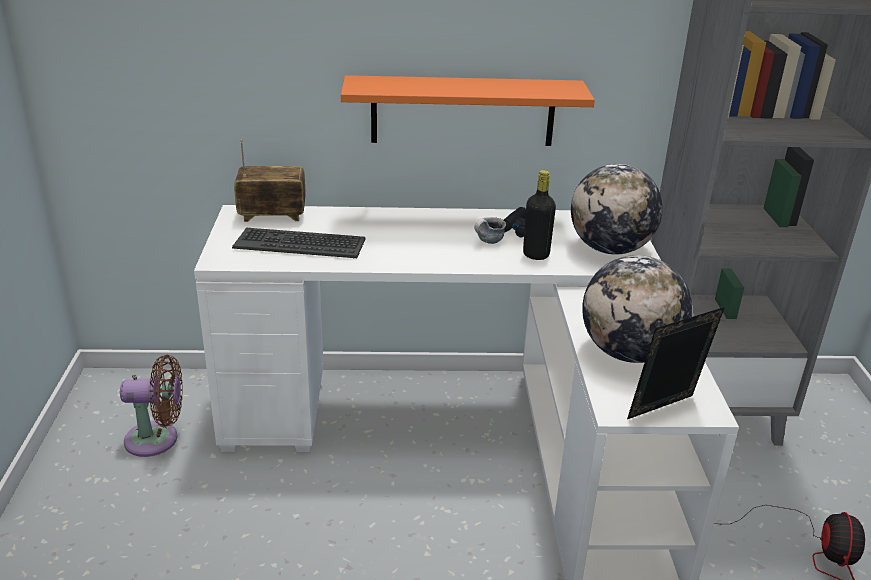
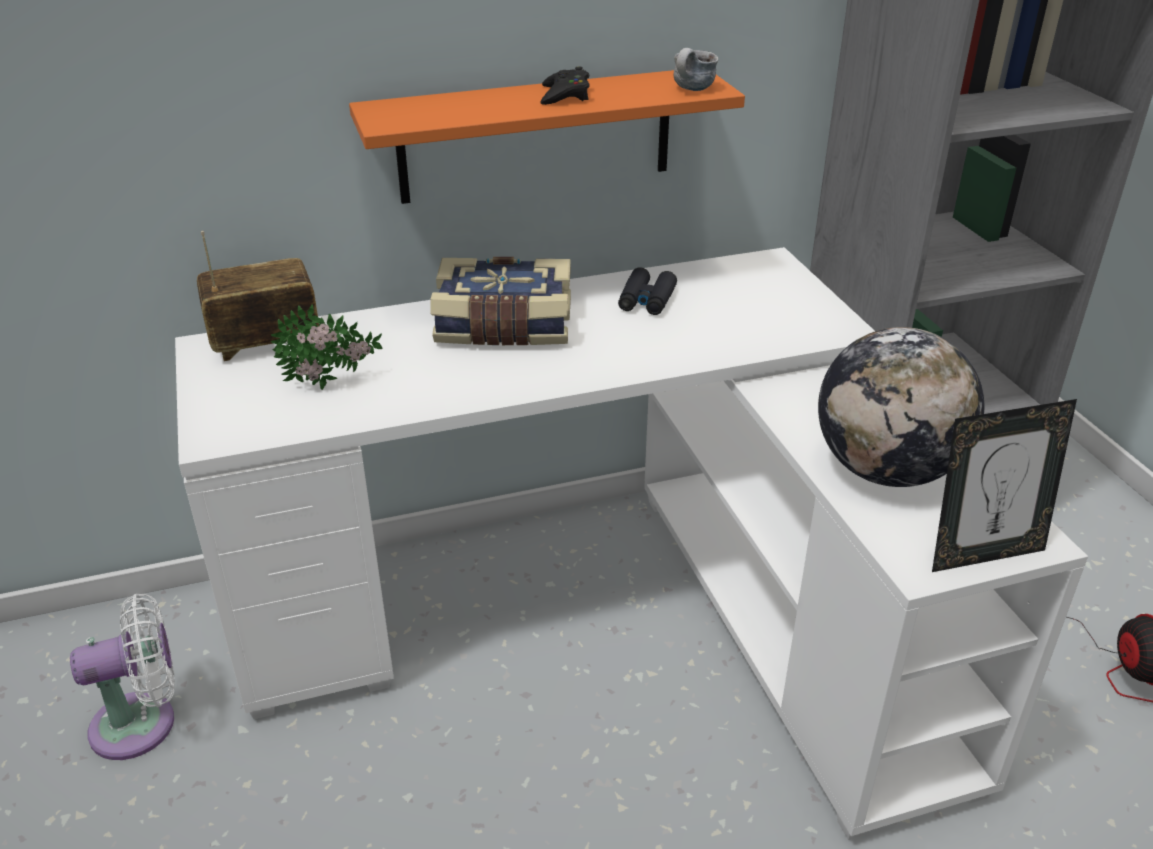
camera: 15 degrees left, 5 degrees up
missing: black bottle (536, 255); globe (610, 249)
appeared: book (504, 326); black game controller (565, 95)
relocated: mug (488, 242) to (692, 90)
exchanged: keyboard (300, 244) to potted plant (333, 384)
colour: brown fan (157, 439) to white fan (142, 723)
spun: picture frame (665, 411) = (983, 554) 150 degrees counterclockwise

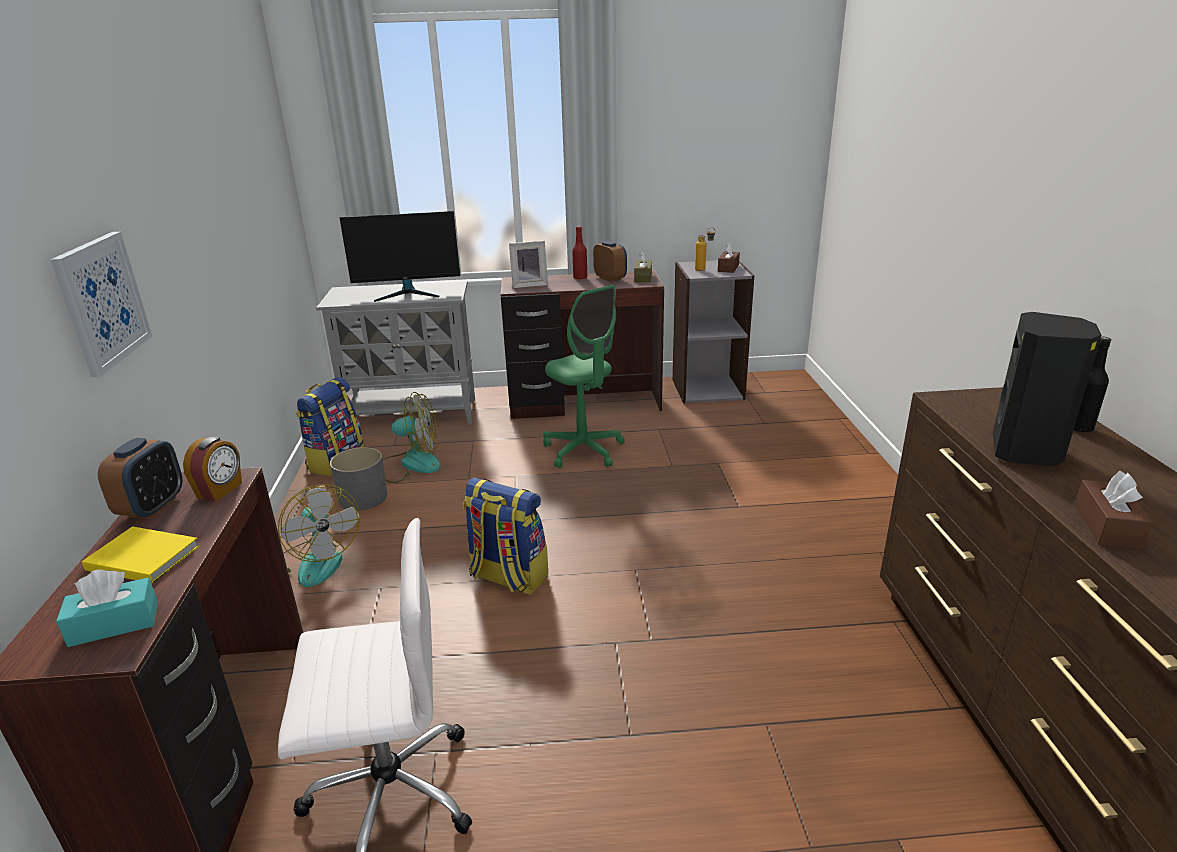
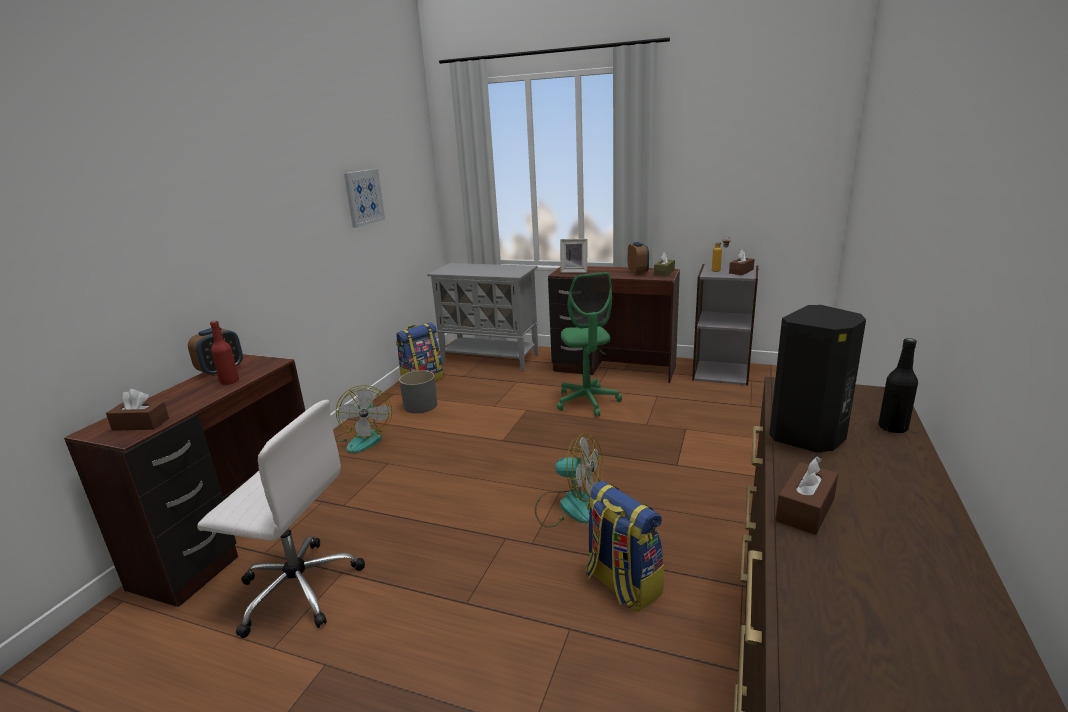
camera: 25 degrees right, 5 degrees down
missing: yellow book (142, 557); alarm clock (220, 490); monitor (408, 293)
relocated: picture (102, 302) to (364, 197); fan (410, 464) to (569, 506); backpack (507, 577) to (621, 585); red bottle (580, 278) to (229, 382)
colour: turquoise tissue box (114, 624) to brown tissue box (141, 424)

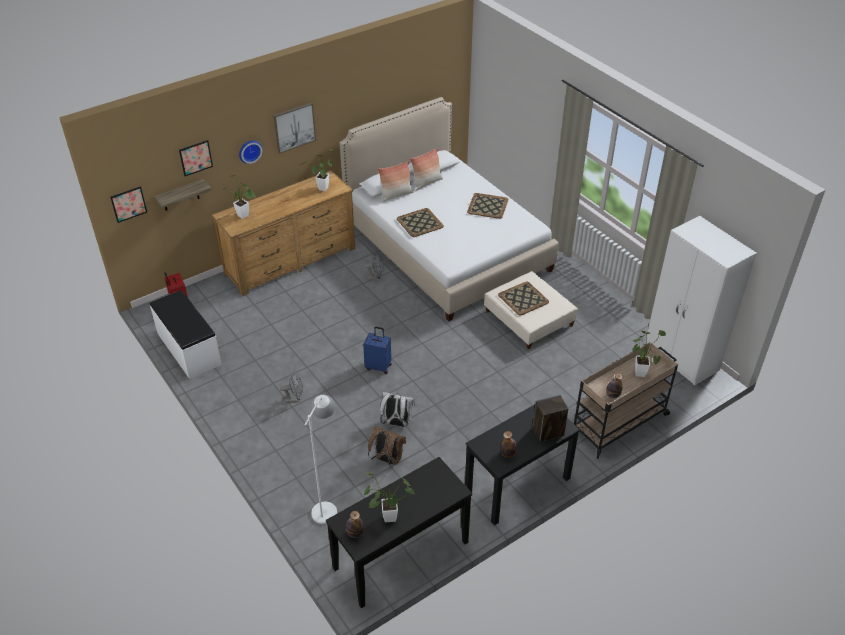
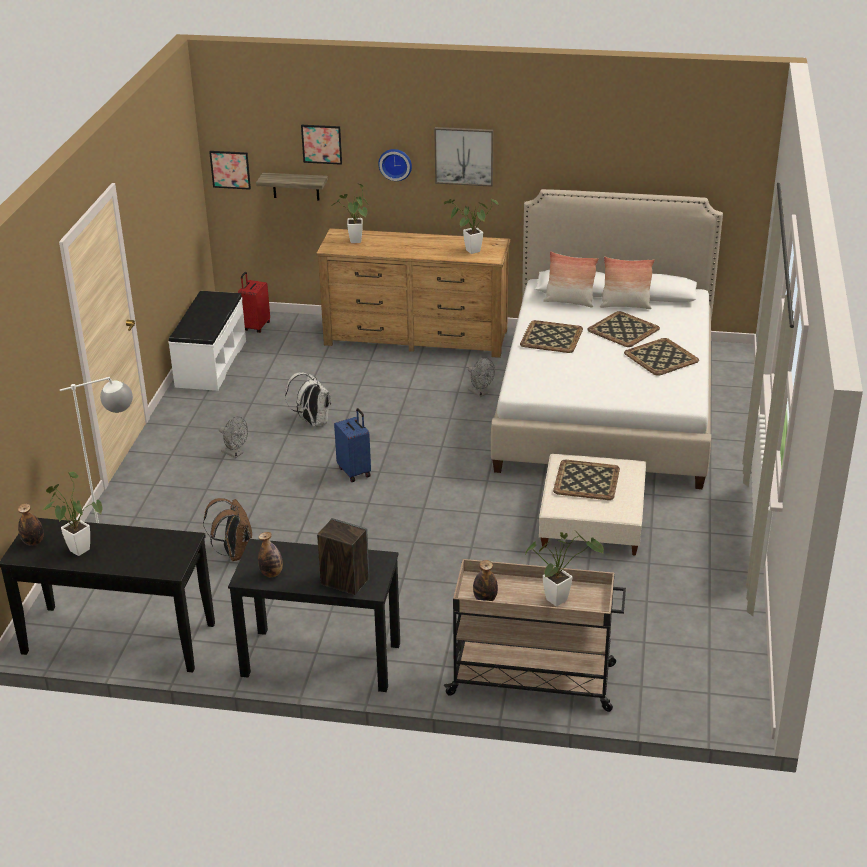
camera: 45 degrees right, 10 degrees down
missing: white wardrobe (681, 359)
appeared: tray (623, 329)
relocated: white backpack (397, 423) to (312, 422)

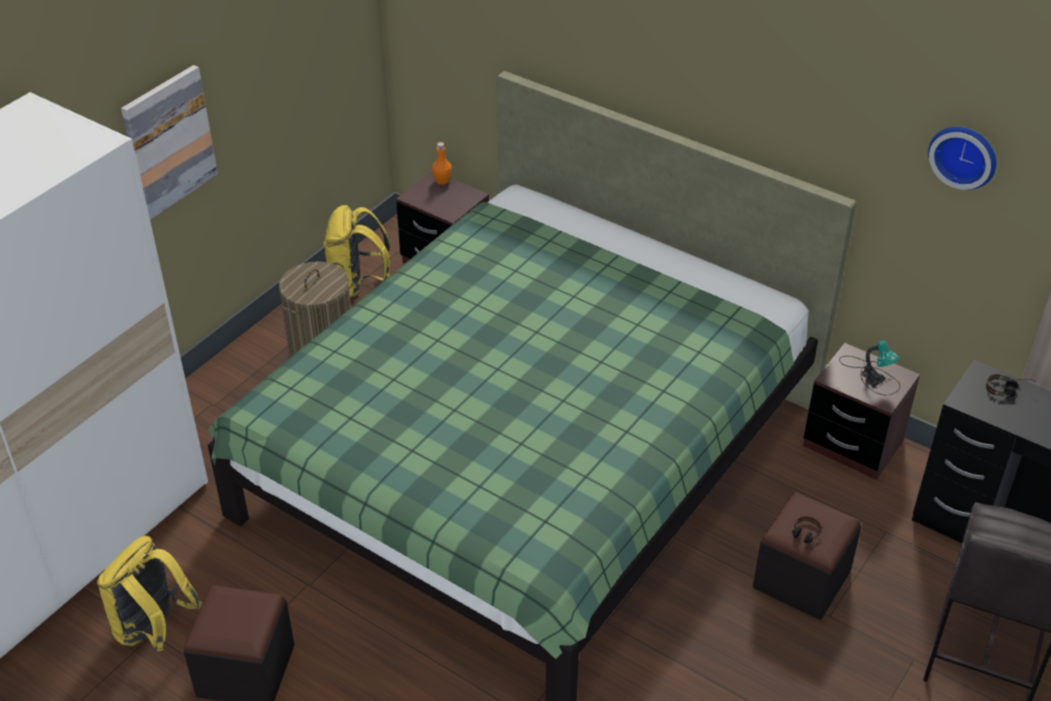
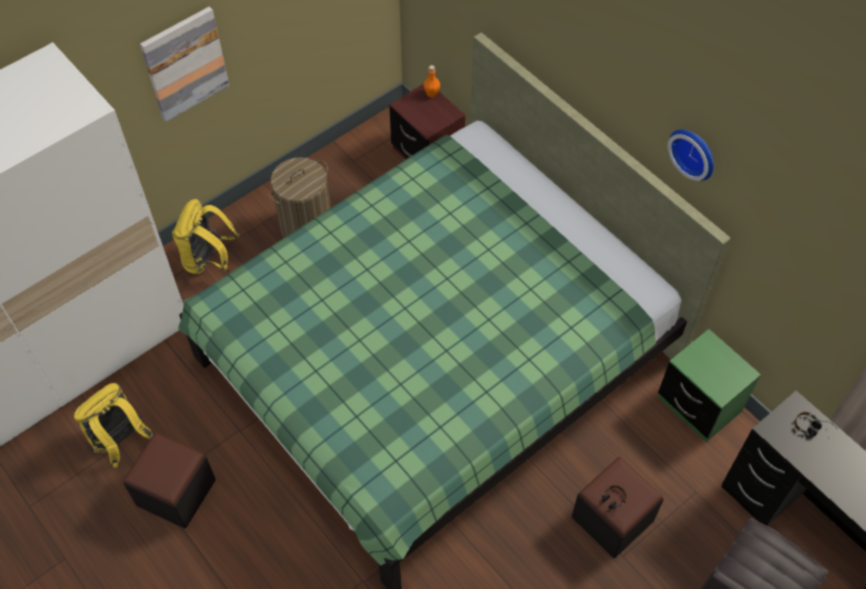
camera: 15 degrees right, 15 degrees up
missing: table lamp (871, 375)
relocated: yellow backpack (358, 285) to (208, 260); wall clock (964, 155) to (694, 152)
colour: brown nightstand (852, 444) to green nightstand (698, 404)

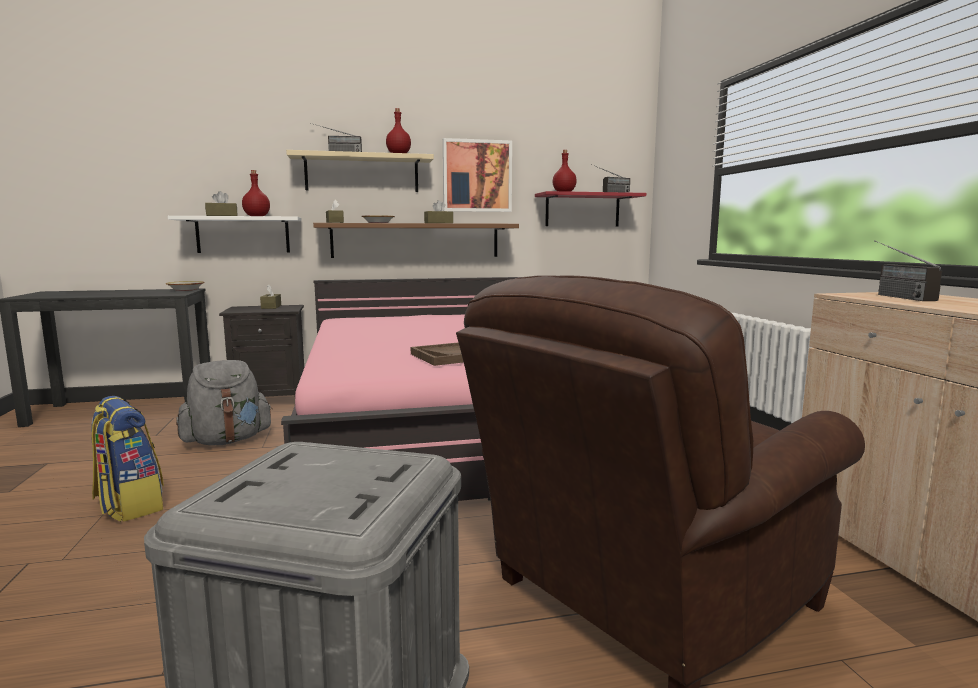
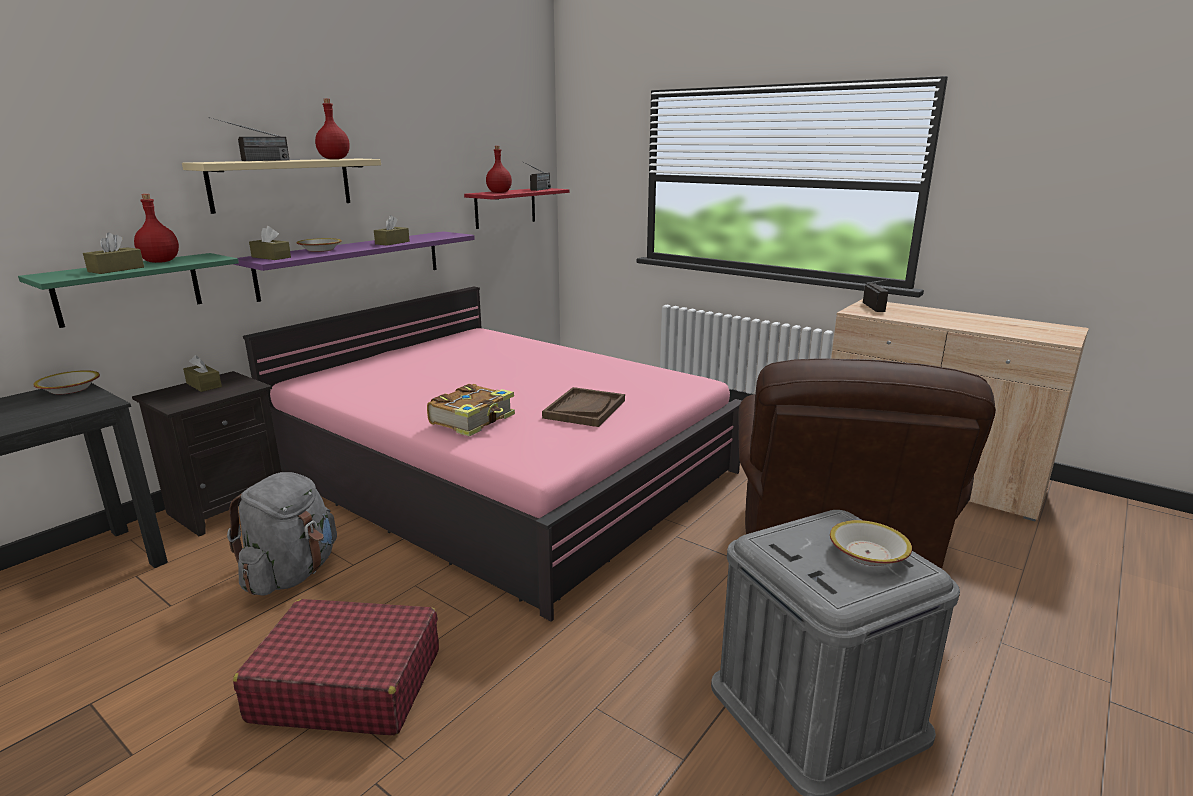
camera: 40 degrees left, 10 degrees up
missing: picture (477, 176)
appeared: book (473, 420); bowl (867, 553)
exchanged: backpack (129, 505) to red suitcase (347, 684)
colour: white shelf (243, 235) to green shelf (129, 289); brown shelf (416, 240) to purple shelf (353, 263)
spun: radio (892, 296) = (878, 309) 135 degrees counterclockwise

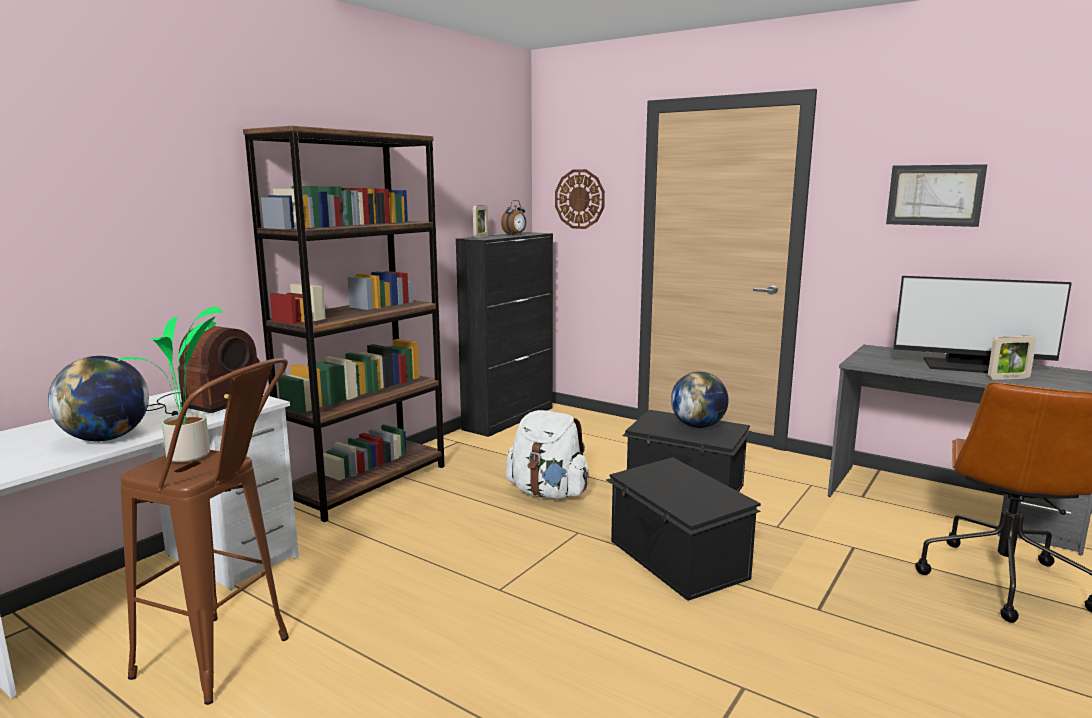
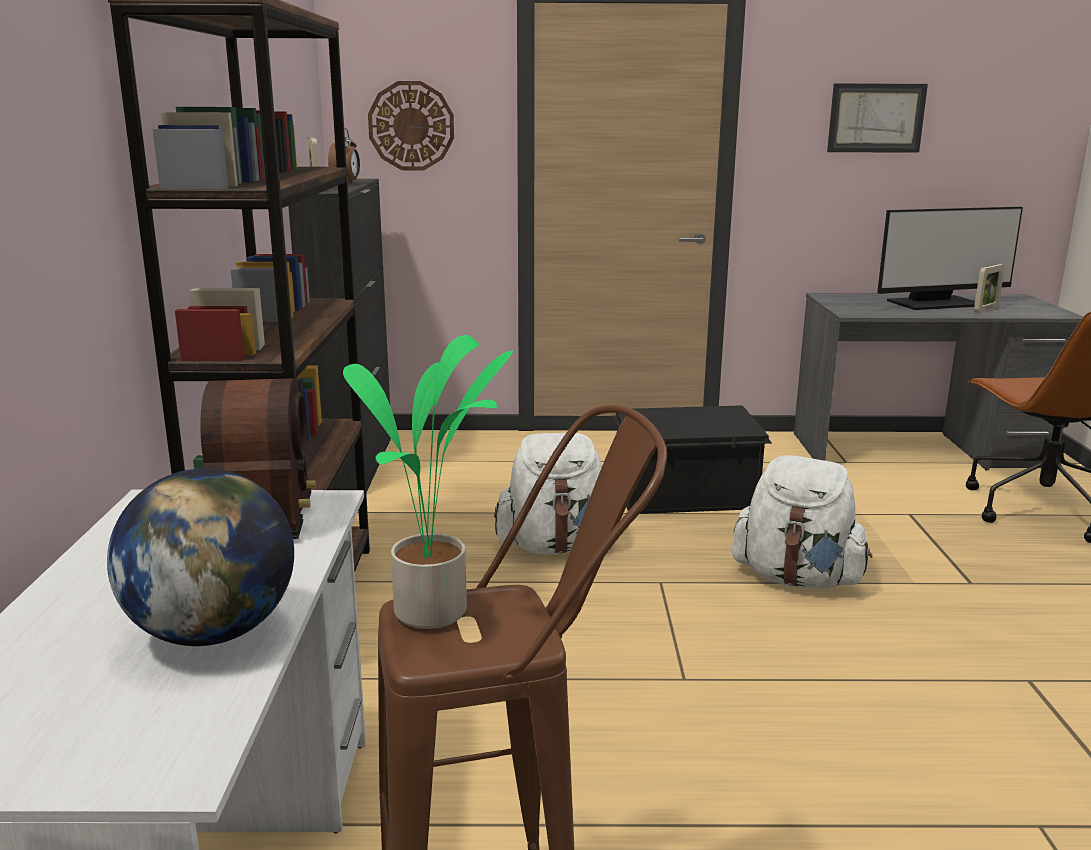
camera: 35 degrees left, 5 degrees up
missing: globe (698, 426)
exchanged: black storage box (676, 560) to white backpack (797, 578)

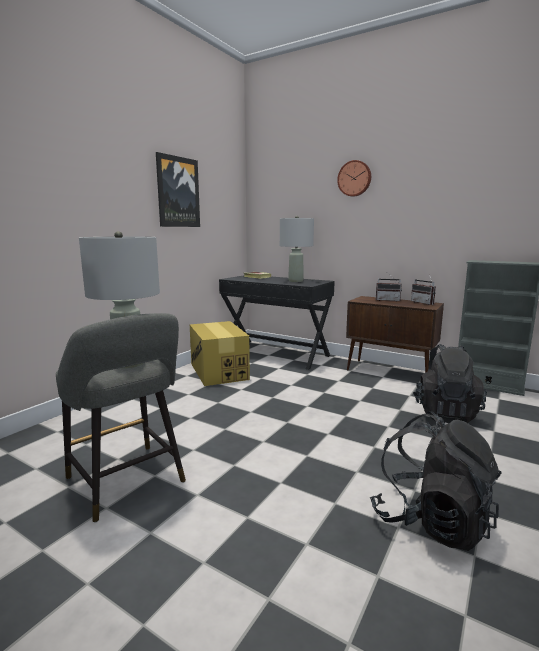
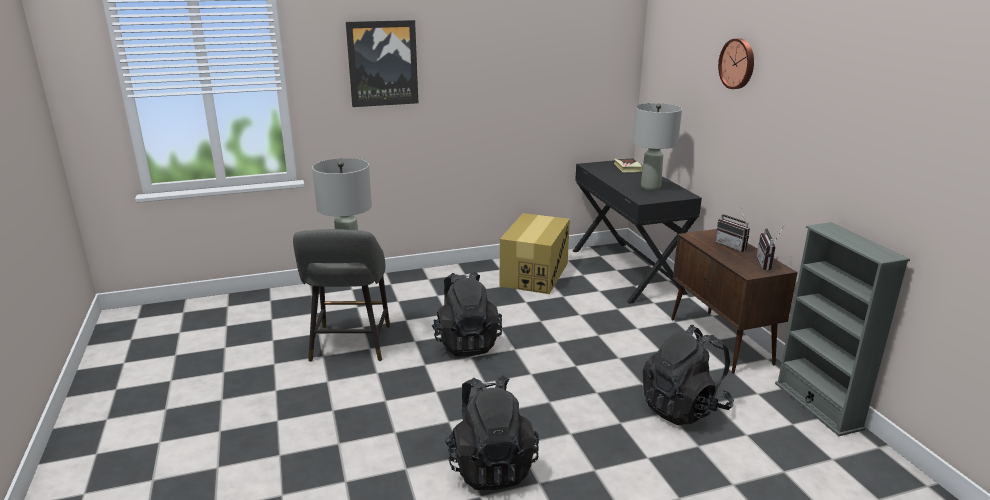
camera: 40 degrees right, 10 degrees up
appeared: black backpack (466, 343)
relocated: picture (178, 192) to (382, 63)

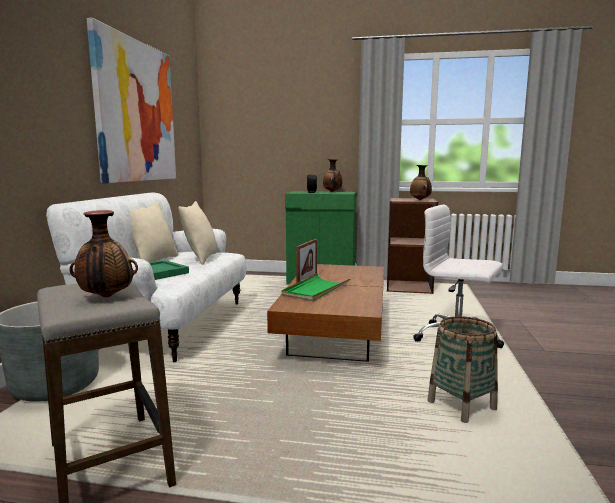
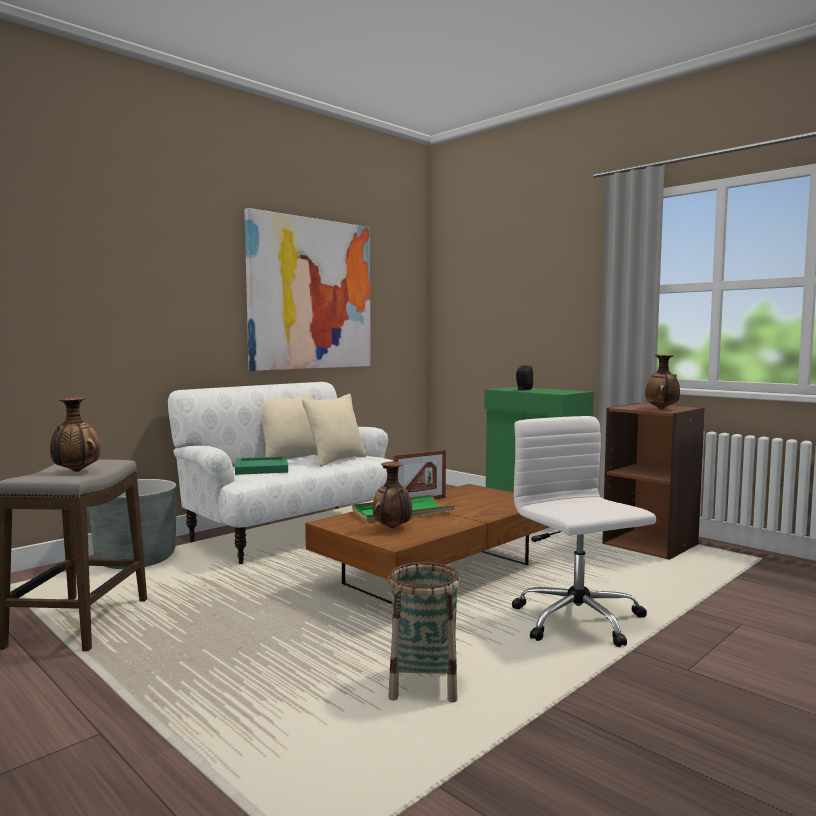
camera: 35 degrees right, 5 degrees down
relocated: vase (332, 191) to (392, 528)

